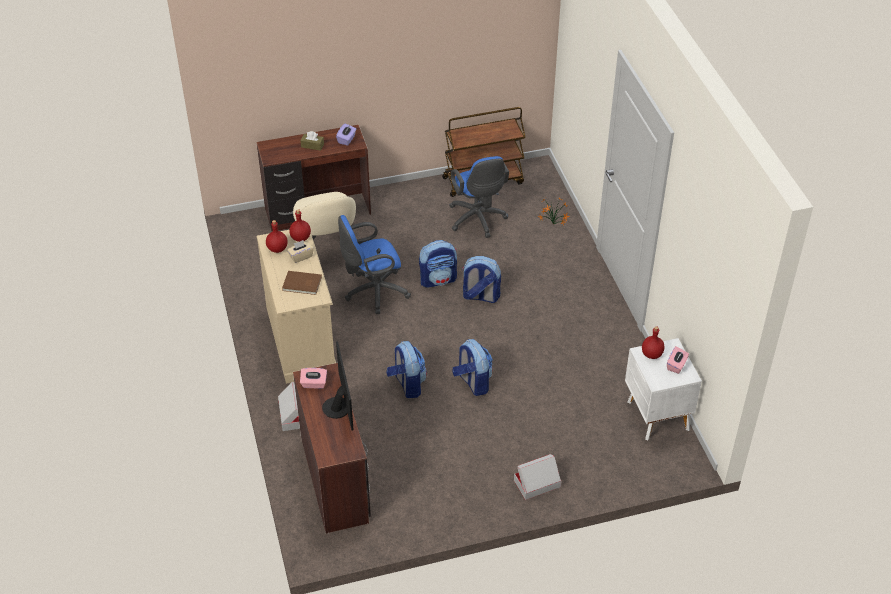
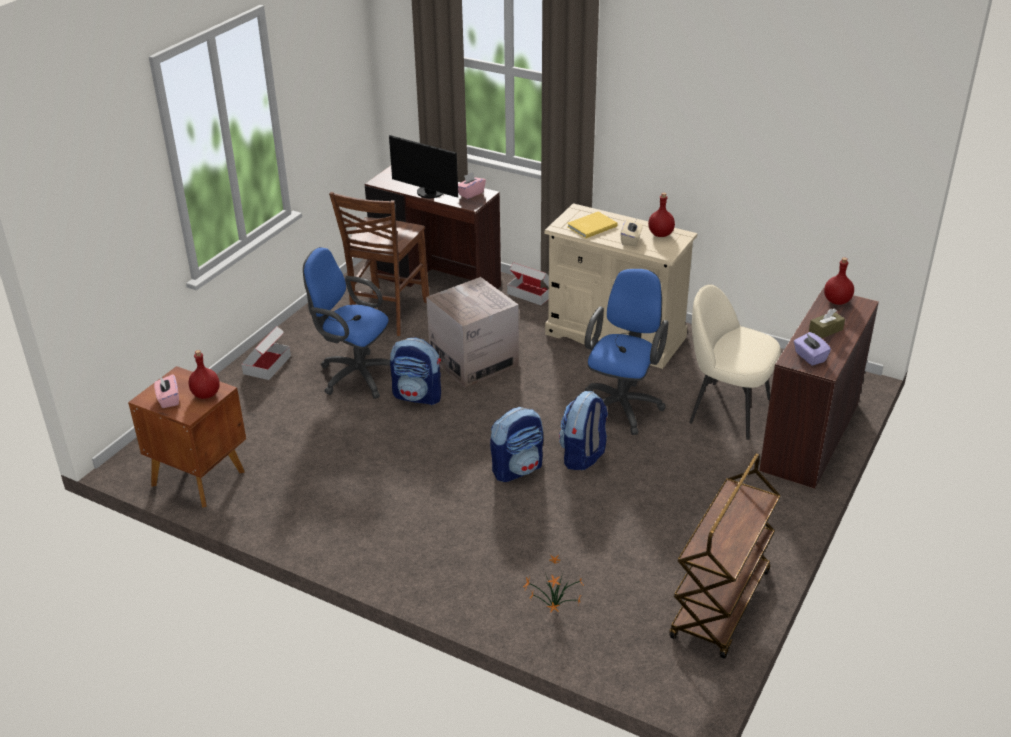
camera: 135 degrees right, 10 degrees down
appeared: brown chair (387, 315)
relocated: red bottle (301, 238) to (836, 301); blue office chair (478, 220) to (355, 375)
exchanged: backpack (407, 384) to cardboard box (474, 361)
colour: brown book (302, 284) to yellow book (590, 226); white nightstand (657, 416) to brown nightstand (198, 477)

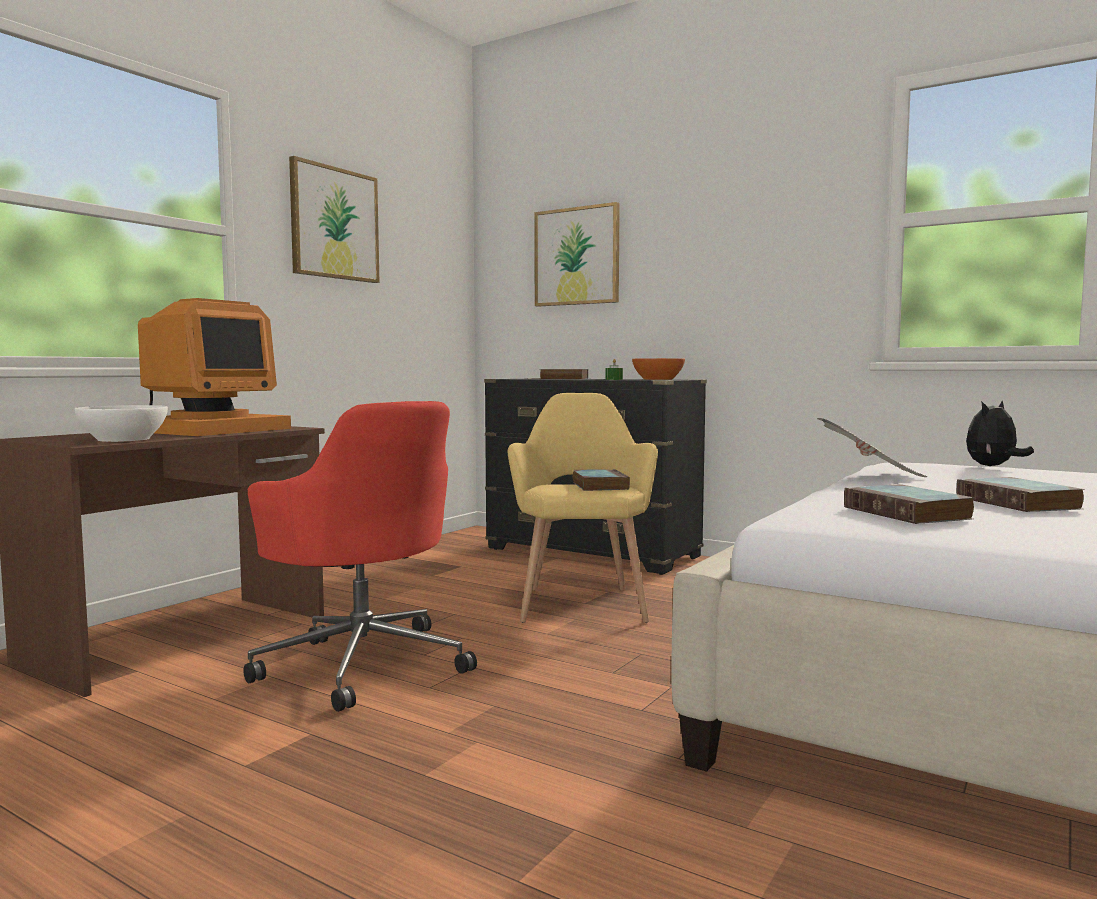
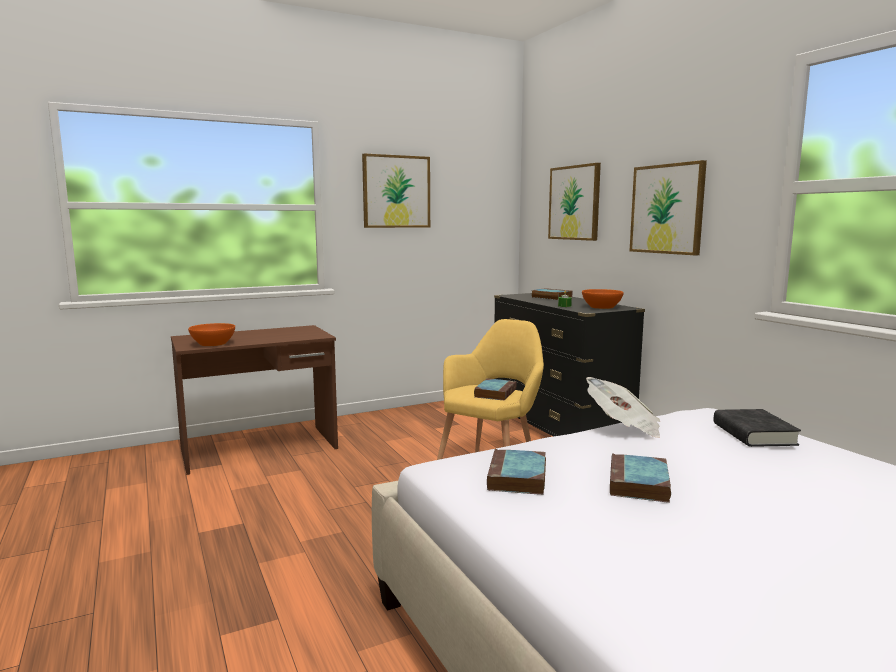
camera: 30 degrees right, 5 degrees up
missing: monitor (209, 429); red office chair (362, 663)
appeared: picture (667, 209)
exchanged: plush toy (993, 466) to black book (753, 434)
colour: white bowl (123, 439) to orange bowl (213, 343)

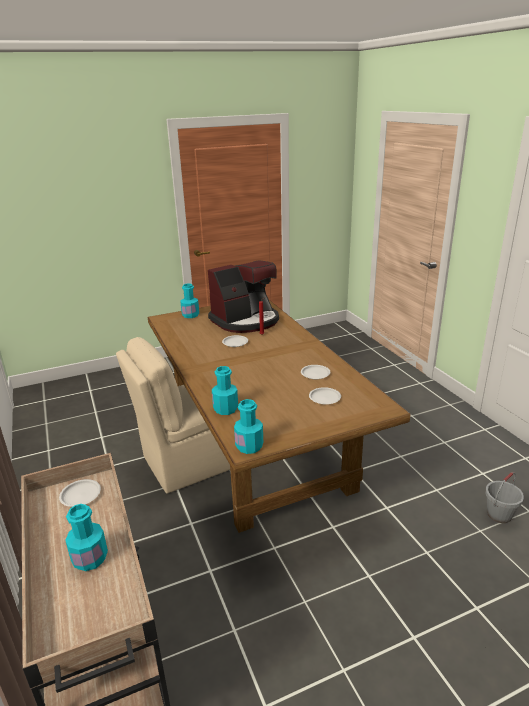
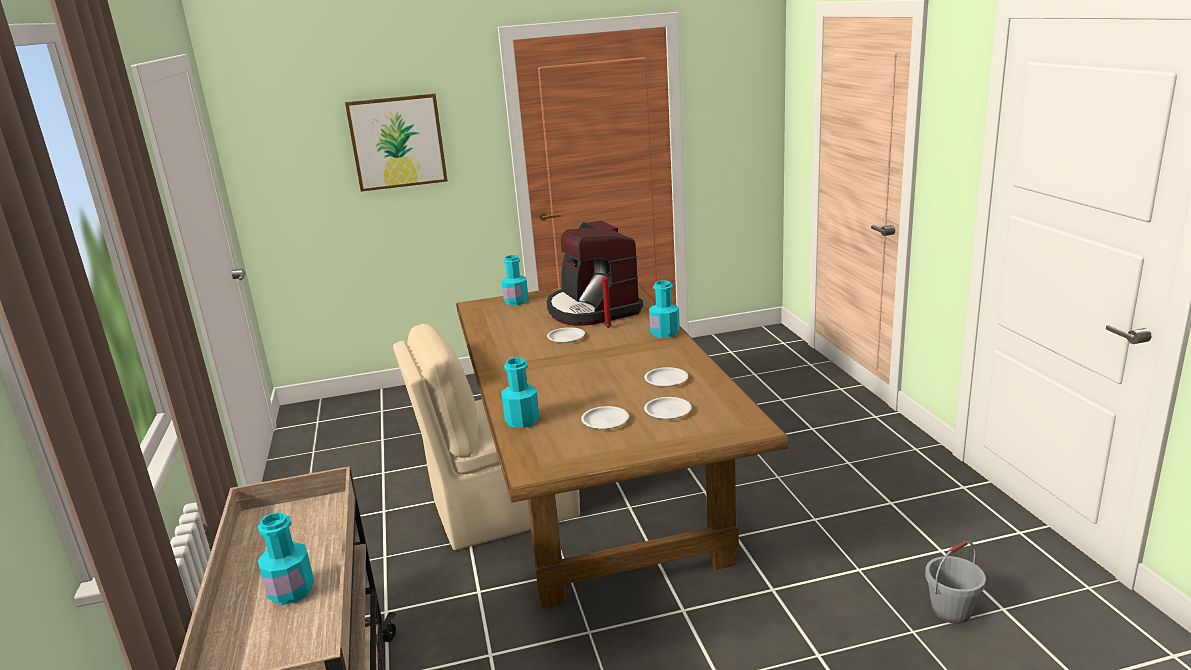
camera: 10 degrees right, 5 degrees down
appeared: picture (397, 142)
relocated: white plate (80, 495) to (605, 421); turquoise bottle (249, 446) to (665, 333)
spun: coffee machine (246, 321) = (592, 309) 90 degrees clockwise

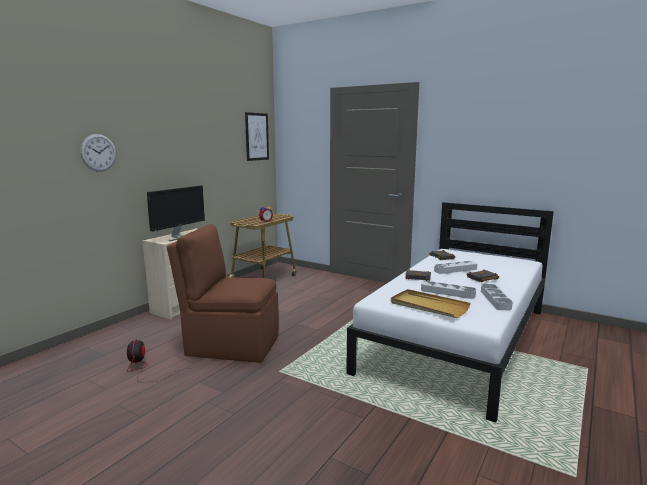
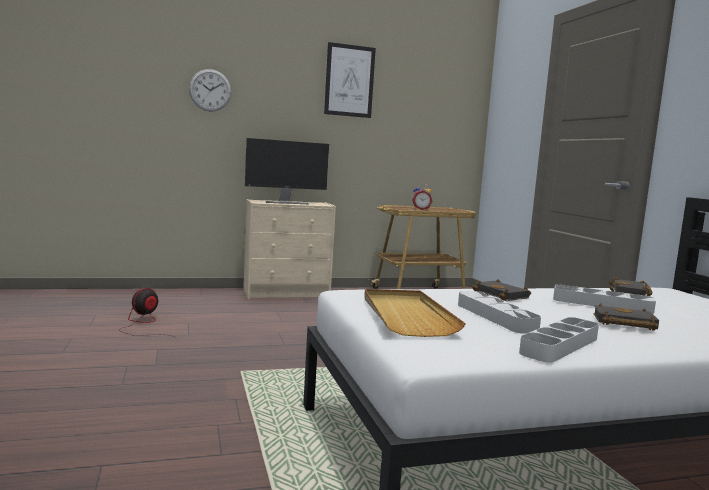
camera: 40 degrees right, 5 degrees down
missing: brown chair (231, 345)
relocated: picture (257, 136) to (349, 81)

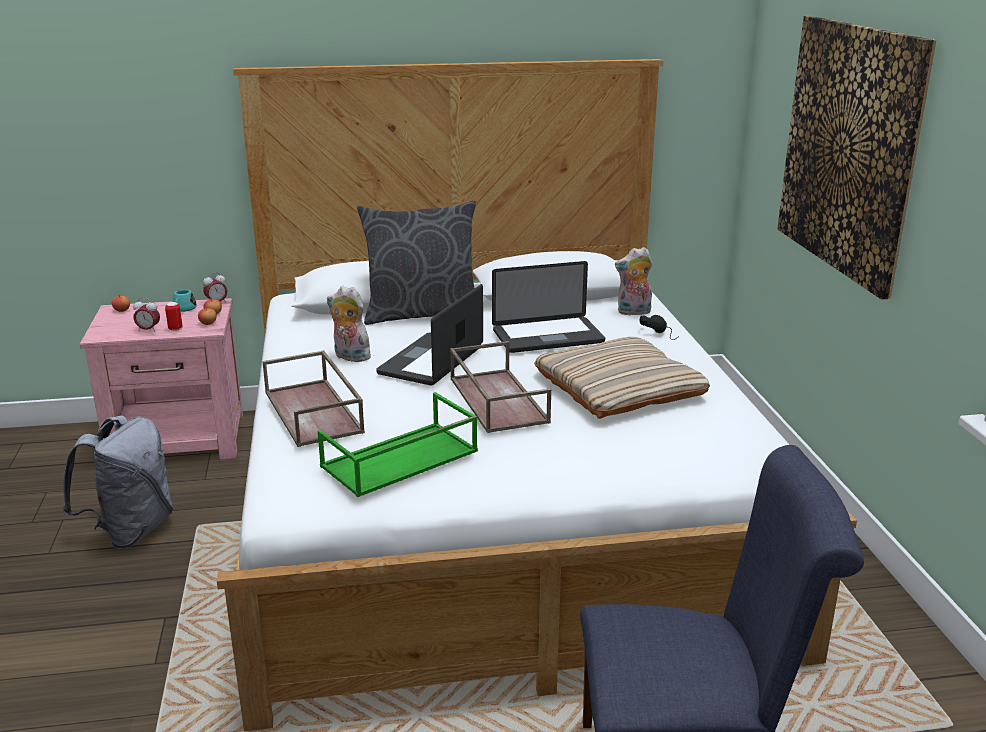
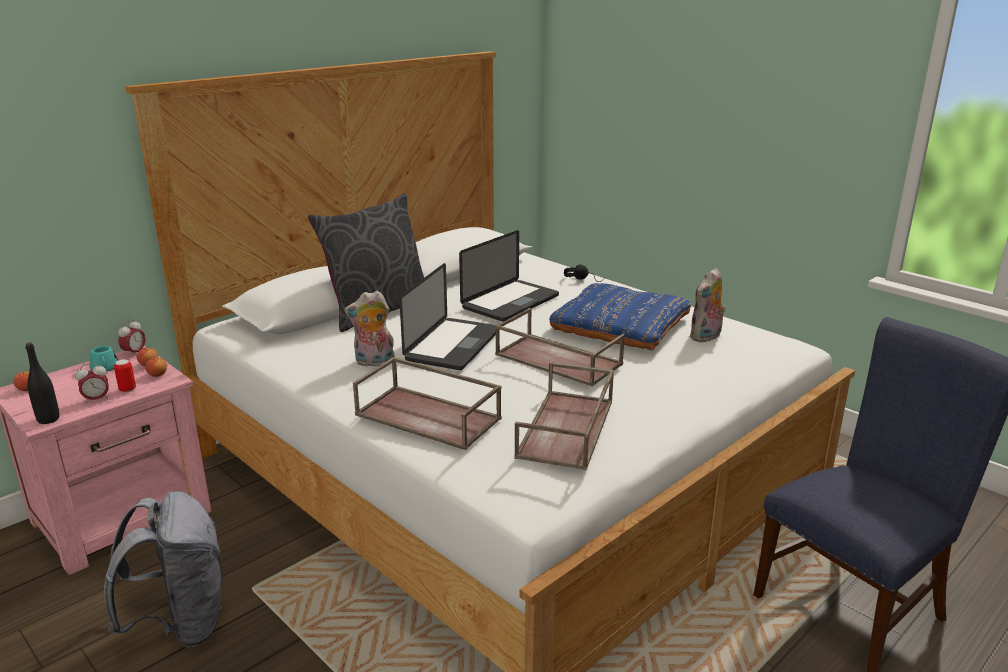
camera: 35 degrees left, 0 degrees up
missing: picture (849, 149)
appeared: black bottle (48, 419)
relocated: plush toy (633, 312) to (706, 337)
colour: green tray (399, 460) to brown tray (567, 429); beige pillow (619, 387) to blue pillow (620, 325)
spun: laptop (431, 361) = (453, 345) 150 degrees counterclockwise

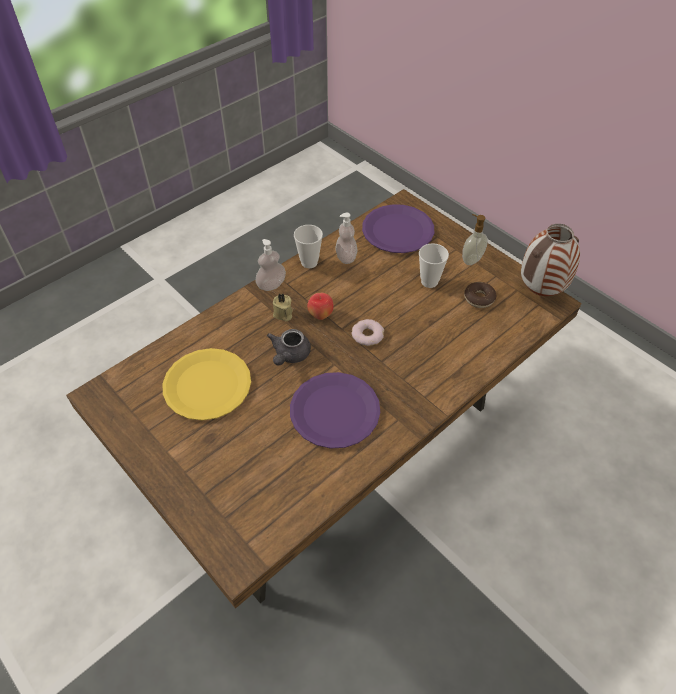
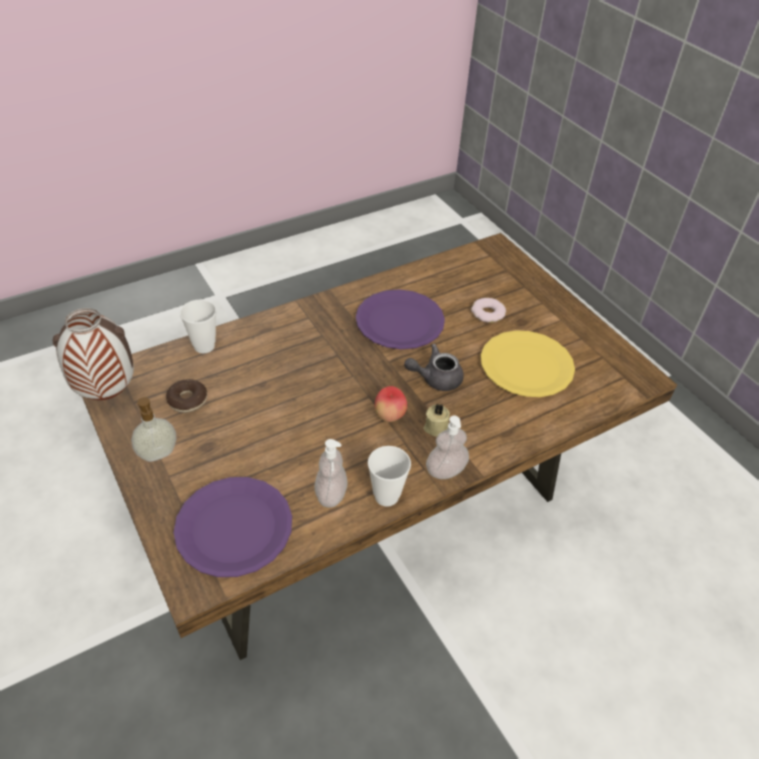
camera: 170 degrees left, 5 degrees down
relocated: donut (367, 335) to (488, 313); cup (429, 281) to (204, 346)
spun: grey teapot (289, 355) = (435, 378) 135 degrees counterclockwise

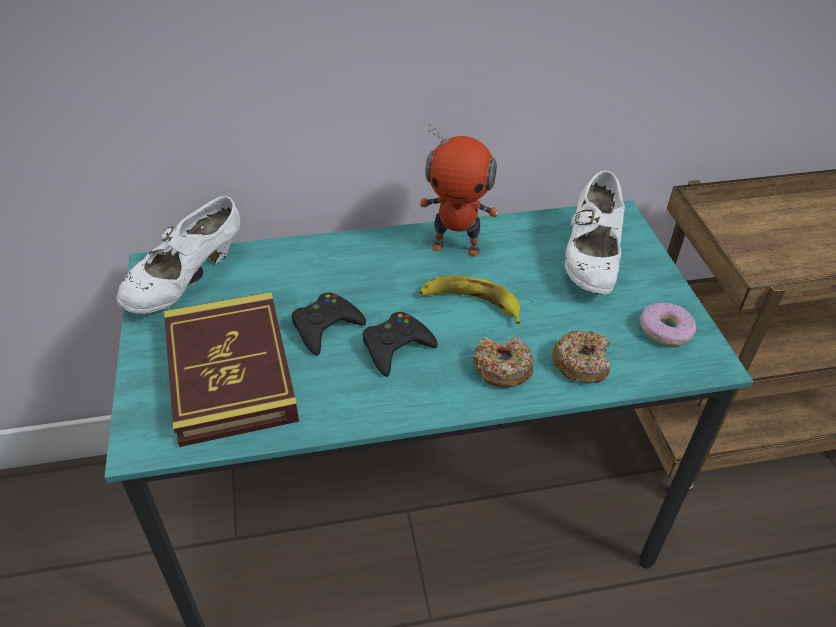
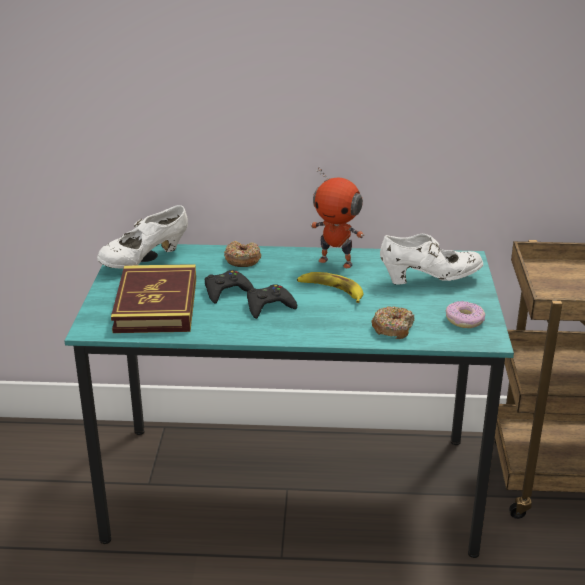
camera: 15 degrees right, 15 degrees down
relocated: donut (502, 368) to (242, 260)
spun: white shoe (590, 261) = (430, 279) 120 degrees counterclockwise

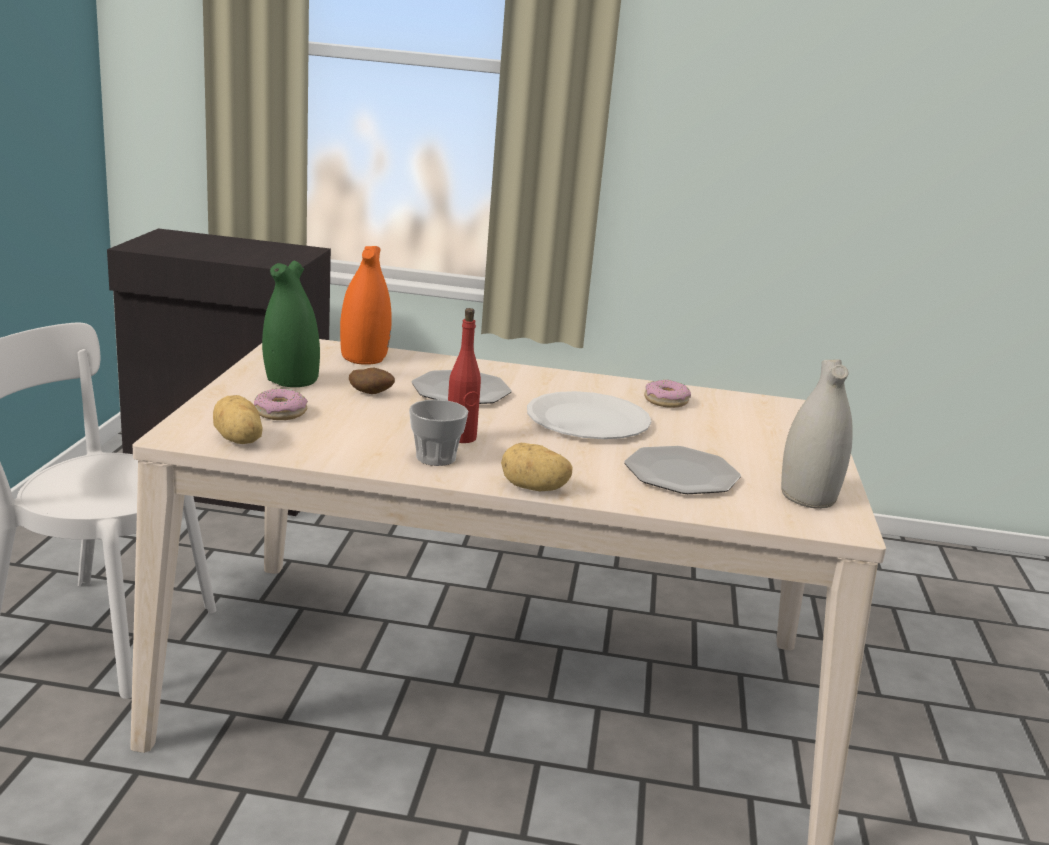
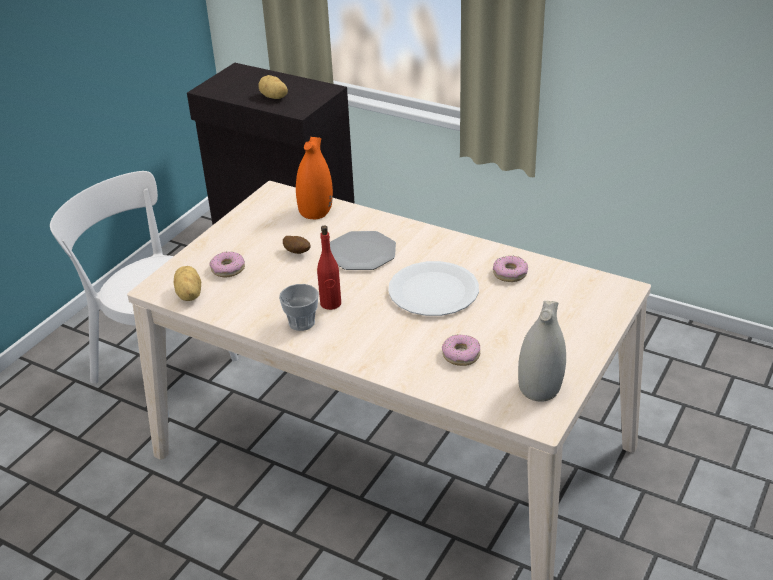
camera: 25 degrees right, 15 degrees up
missing: green vase (291, 381)
relocated: potato (533, 488) to (274, 97)
exchanged: plate (681, 474) to donut (461, 355)

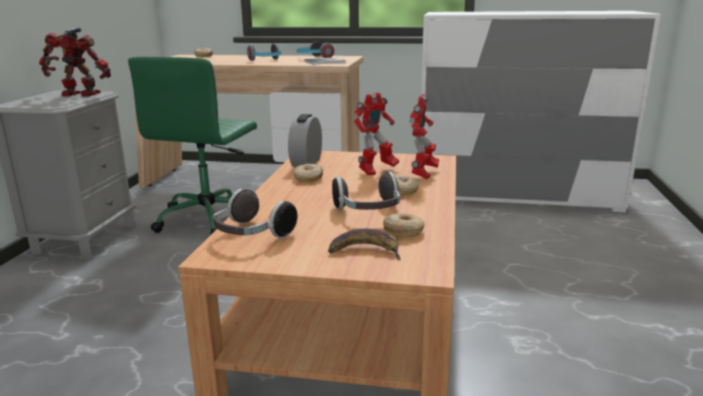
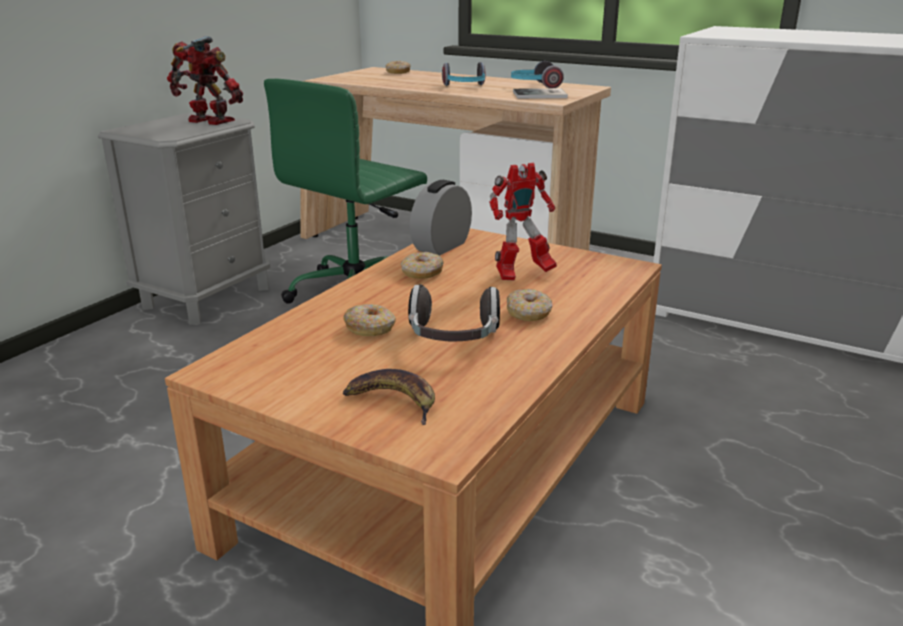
camera: 20 degrees right, 5 degrees up
missing: headphones (251, 235); toy robot (423, 174)
relocated: donut (403, 231) to (370, 328)

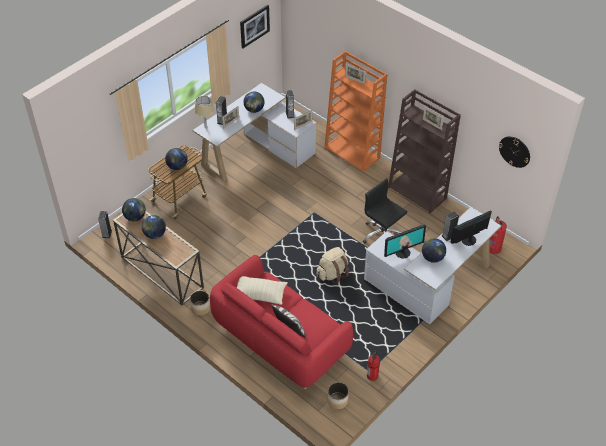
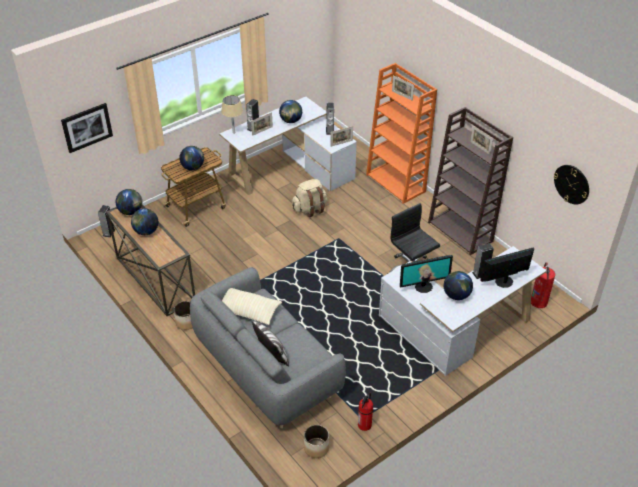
camera: 10 degrees right, 5 degrees down
relocated: picture (254, 26) to (87, 127); beige backpack (332, 274) to (310, 209)
colour: red sofa (280, 340) to grey sofa (266, 369)

